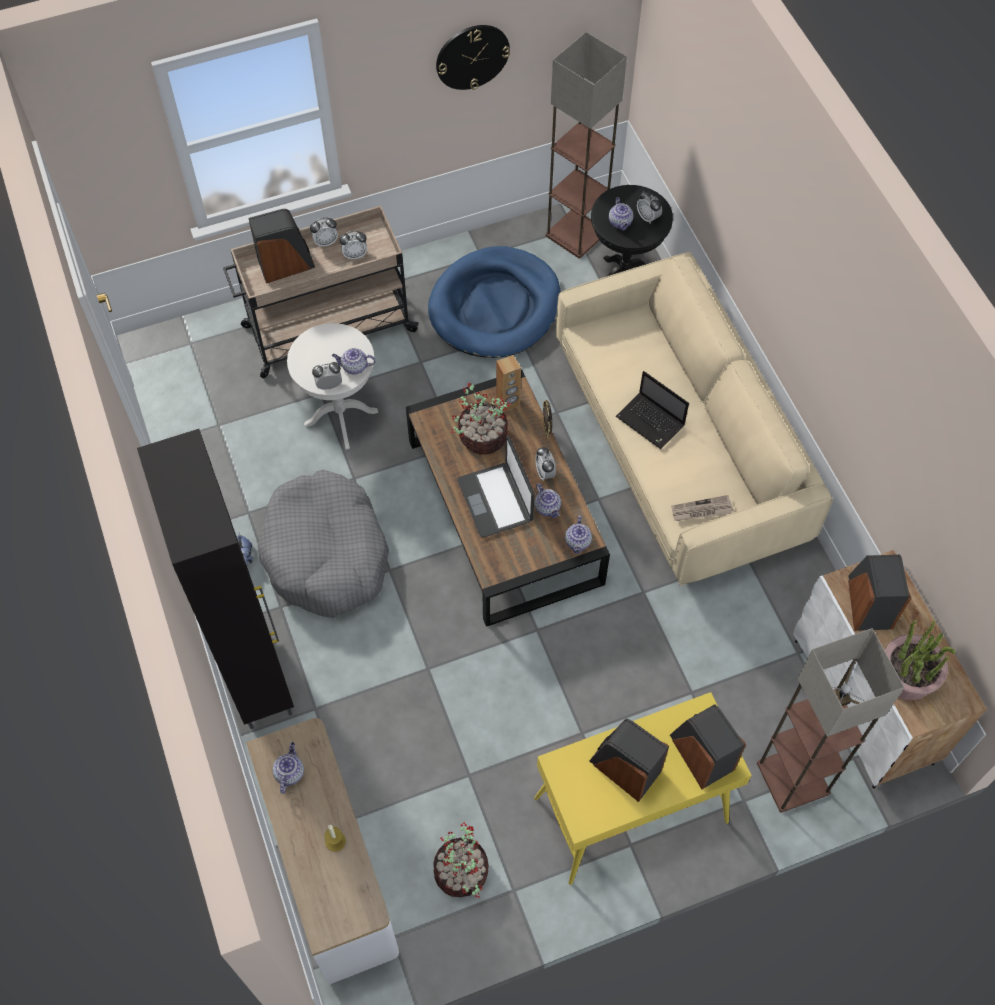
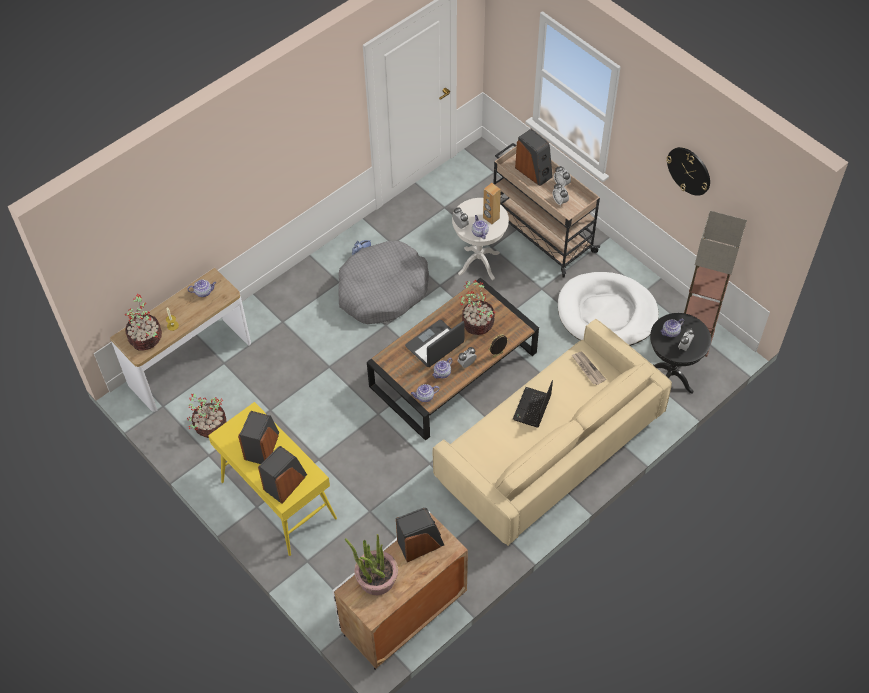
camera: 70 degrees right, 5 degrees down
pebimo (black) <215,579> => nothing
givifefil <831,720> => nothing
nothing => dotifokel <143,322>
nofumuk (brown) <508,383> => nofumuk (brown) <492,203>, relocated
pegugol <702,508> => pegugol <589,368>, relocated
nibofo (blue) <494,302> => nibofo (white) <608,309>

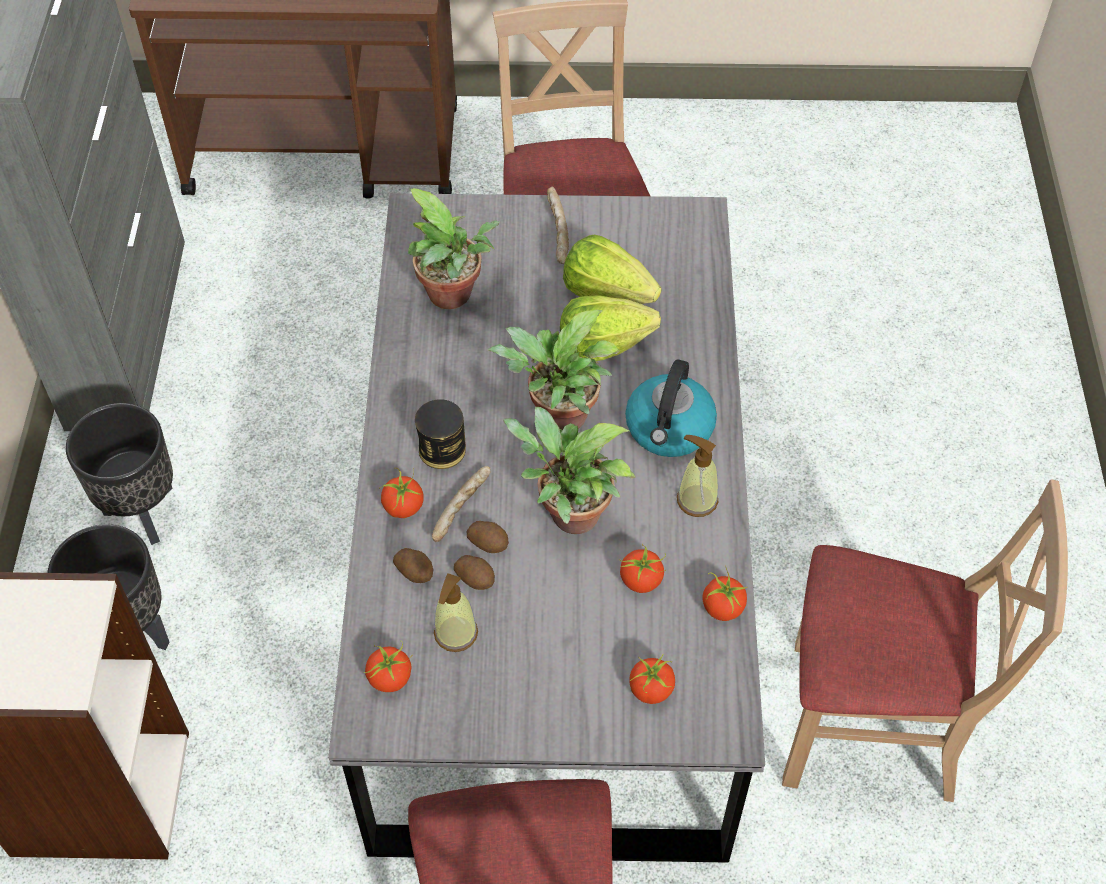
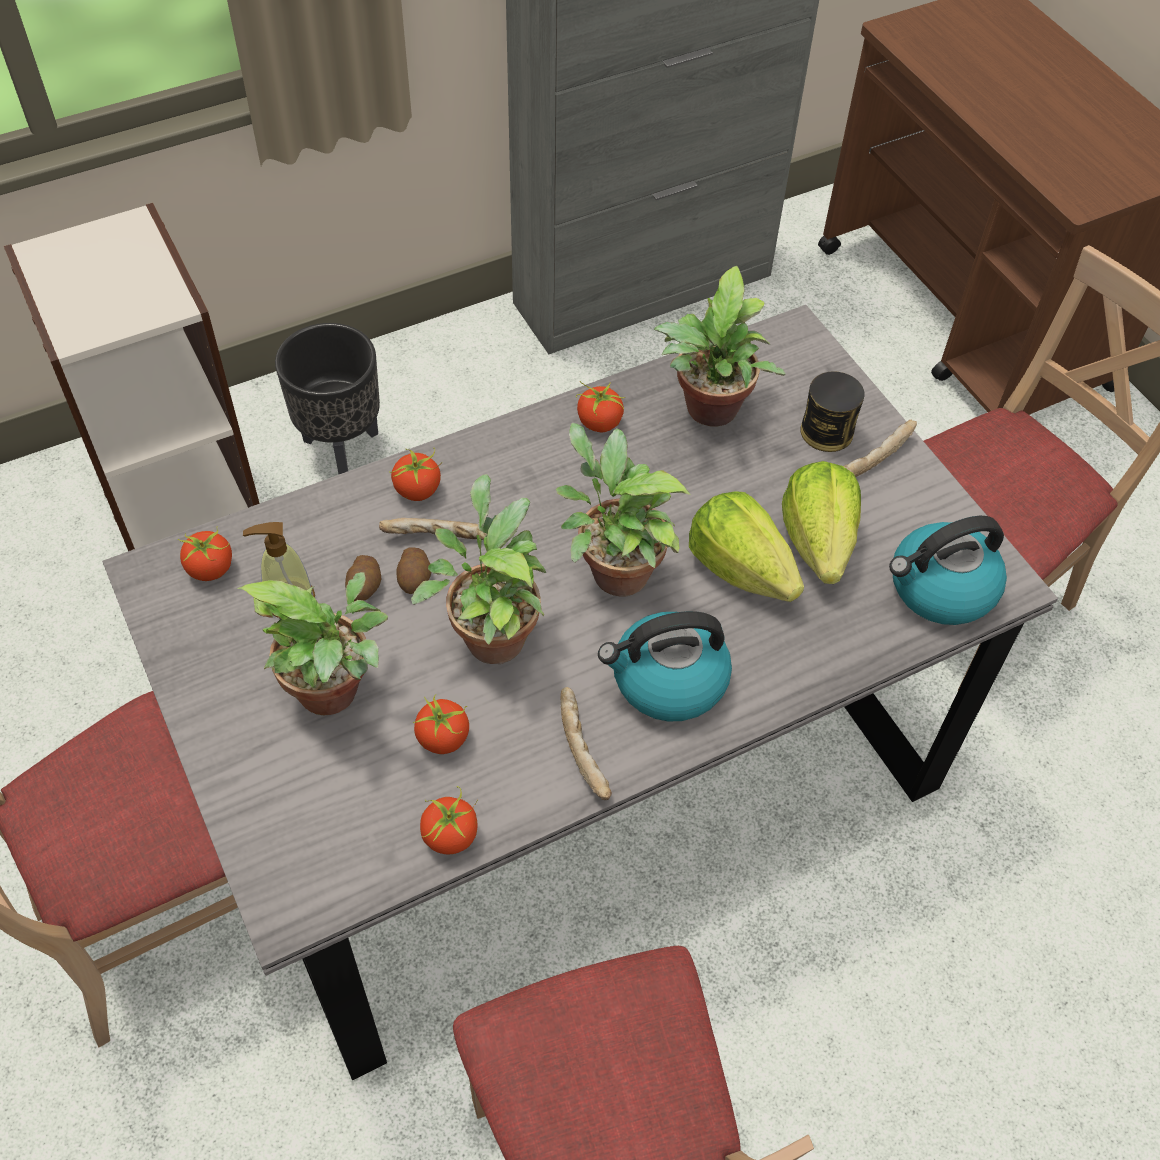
camera: 60 degrees right, 0 degrees up
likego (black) <119,474> => nothing
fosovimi <413,565> => nothing
nothing => dotifokel <313,643>
nothing => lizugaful <948,570>
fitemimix <440,434> => fitemimix <832,411>, relocated
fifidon <652,679> => fifidon <600,407>, relocated
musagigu <697,476> => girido <586,743>

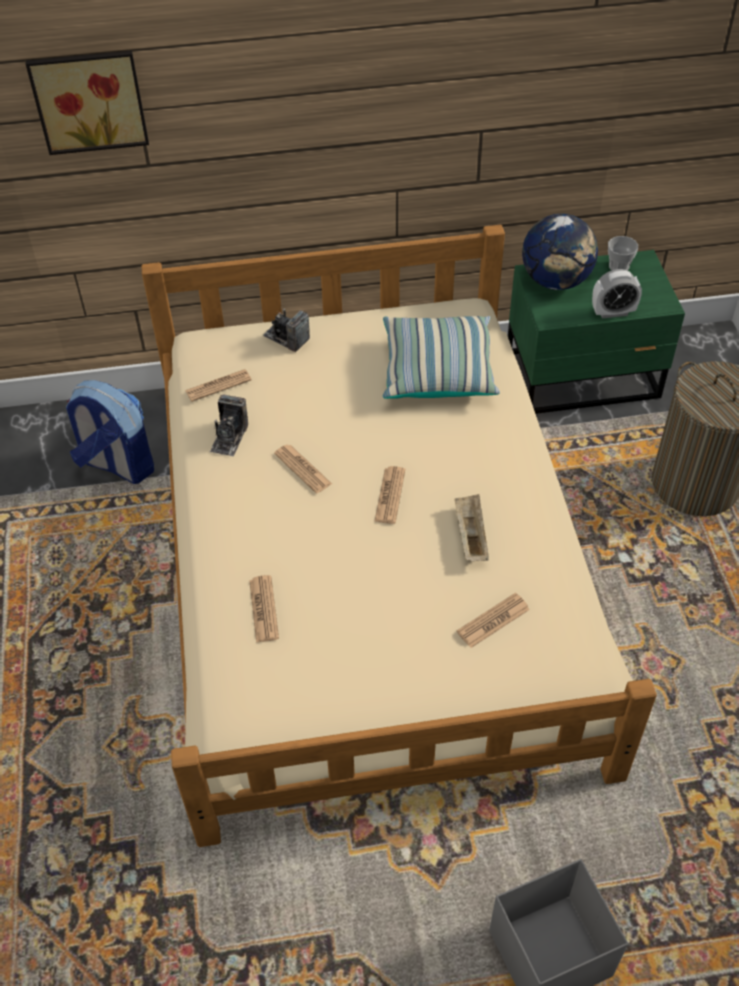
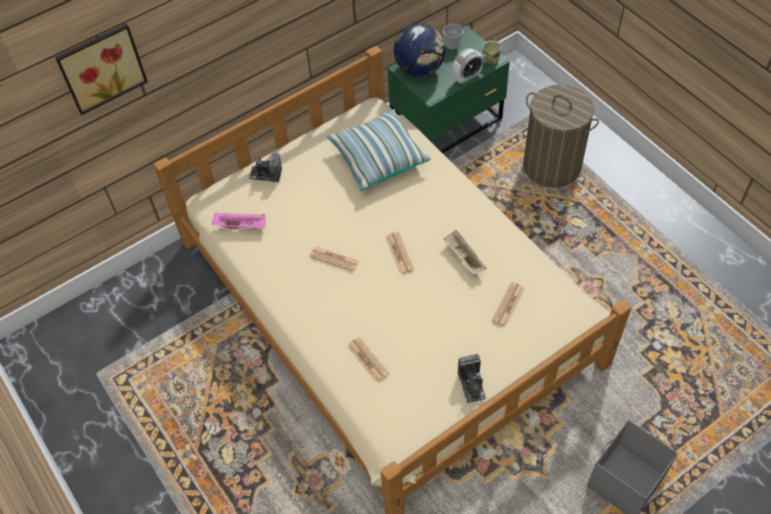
camera: 25 degrees left, 5 degrees up
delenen <110,432> => nothing
nothing => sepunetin <492,52>
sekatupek <229,425> => sekatupek <472,379>, relocated
pegugol <218,385> => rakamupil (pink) <239,221>

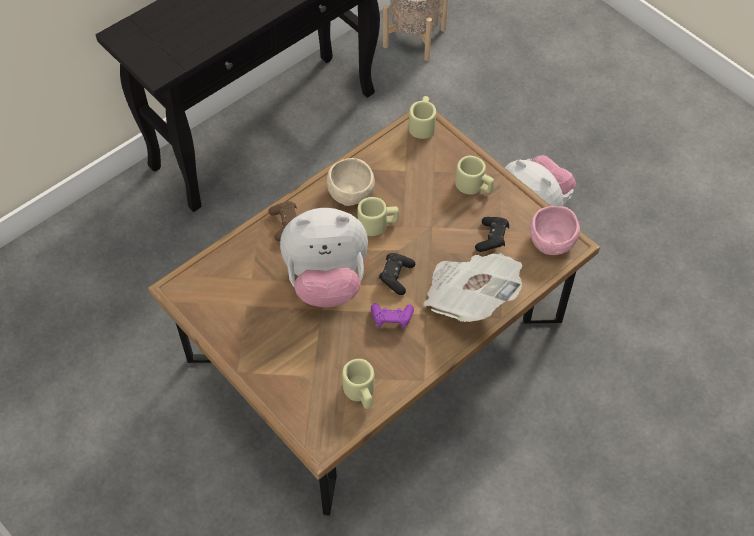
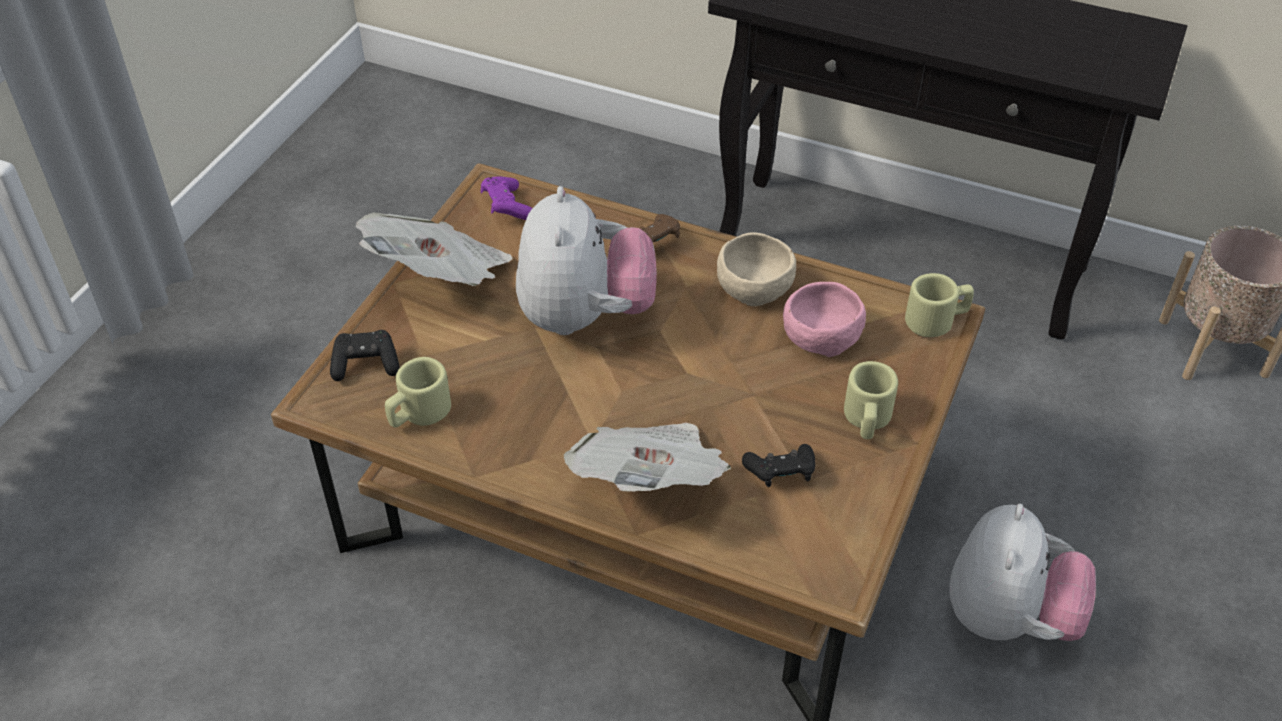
camera: 65 degrees right, 10 degrees down
sepunetin (beige) <378,216> => nothing
nothing => pegugol <434,249>
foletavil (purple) <392,316> => foletavil (purple) <507,198>, relocated
foletavil (black) <397,274> => foletavil (black) <365,355>, relocated
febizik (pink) <555,230> => febizik (pink) <824,319>, relocated
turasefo <324,257> => turasefo <586,260>, 150 degrees counterclockwise

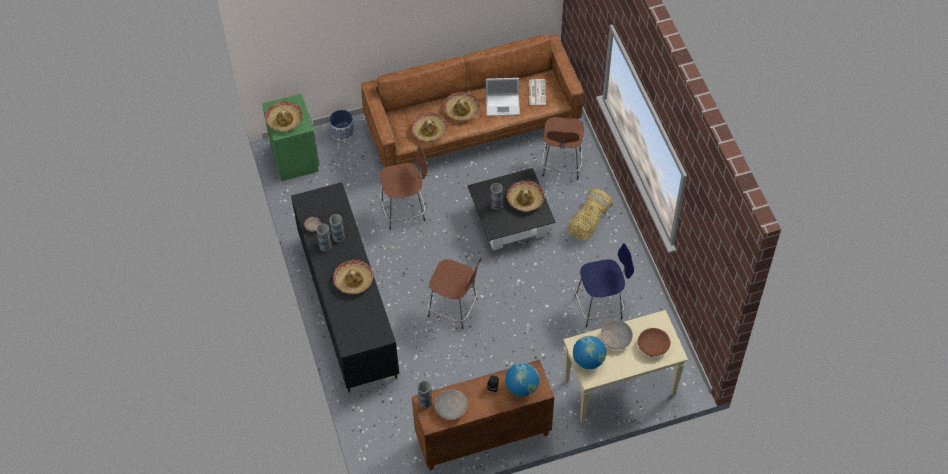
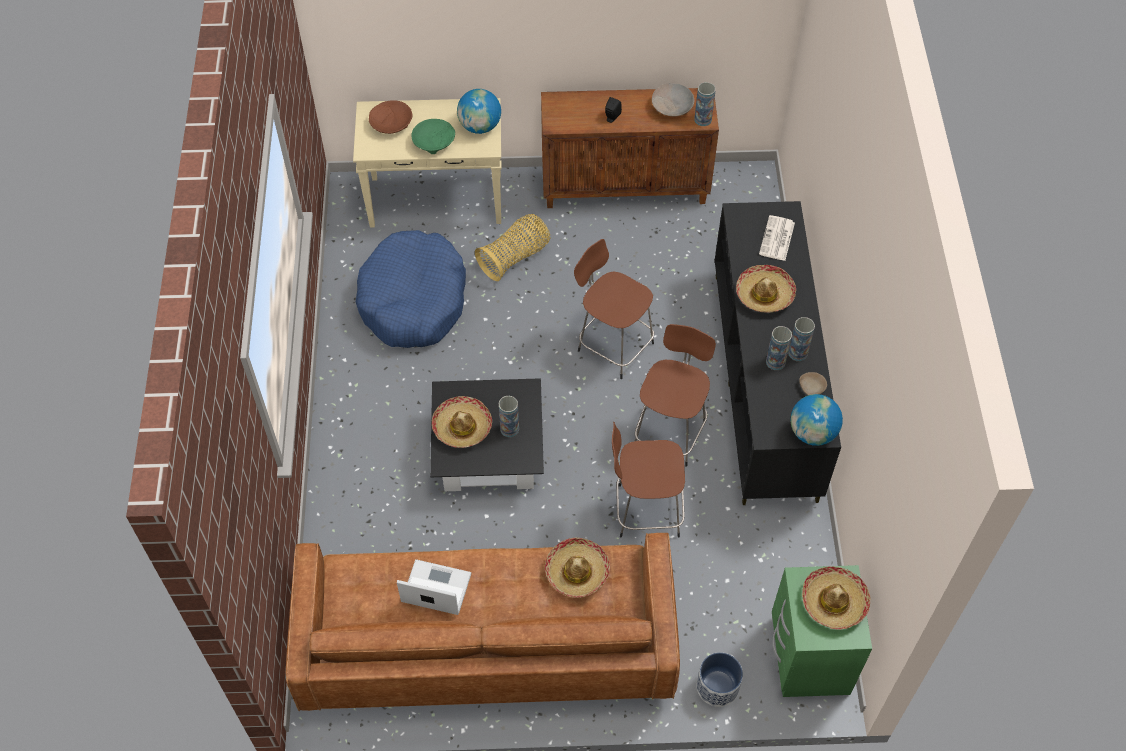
camera: 165 degrees left, 0 degrees up
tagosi <461,106> => nothing
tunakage <522,379> => tunakage <817,420>, relocated
pegugol <537,92> => pegugol <777,238>, relocated
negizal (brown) <563,148> => negizal (brown) <675,395>, relocated
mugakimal <590,215> => mugakimal <513,247>, relocated
negizal (blue) <604,285> => nibofo (blue) <411,289>
febizik (beige) <616,335> => febizik (green) <433,136>

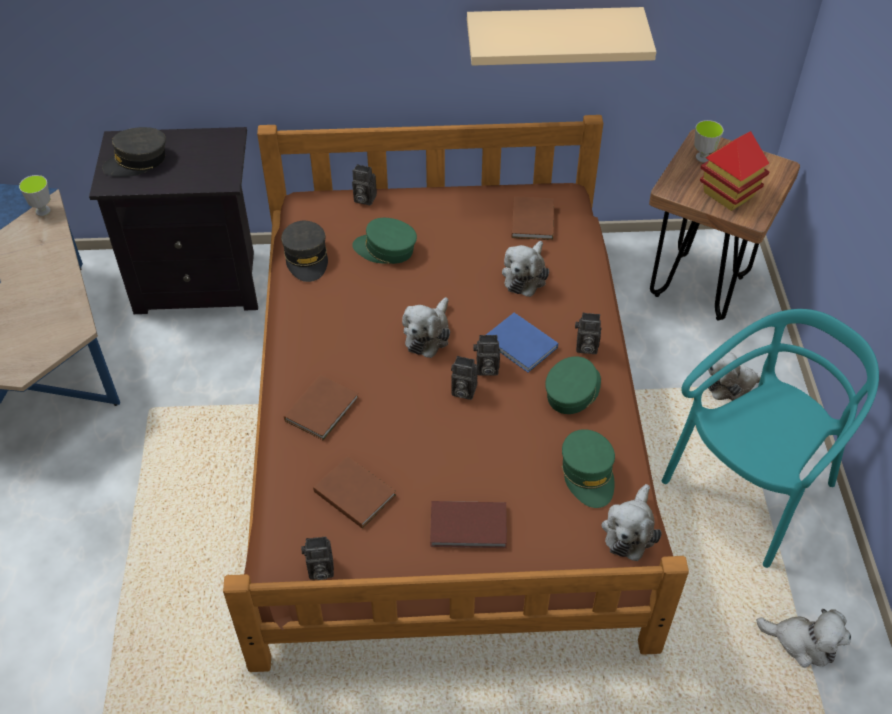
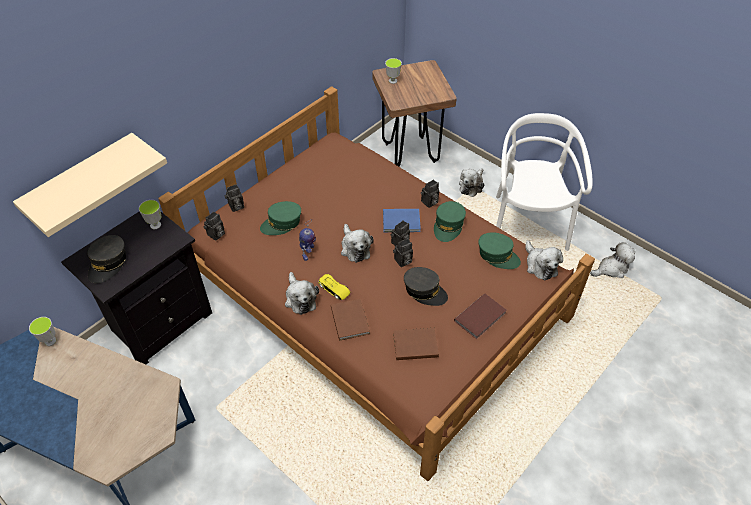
camera: 45 degrees left, 0 degrees up
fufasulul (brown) <533,218> => nothing
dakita <735,171> => nothing
nothing => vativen <150,214>
nothing => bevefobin <307,240>
nothing => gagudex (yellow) <334,287>
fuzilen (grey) <304,251> => fuzilen (grey) <426,286>, relocated
sekatupek <317,558> => sekatupek <214,226>, relocated
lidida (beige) <561,36> => lidida (beige) <90,185>, relocated
turasefo <525,269> => turasefo <302,293>, relocated
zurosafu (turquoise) <770,438> => zurosafu (white) <544,182>
fuzilen (green) <573,385> => fuzilen (green) <450,221>, 150 degrees counterclockwise

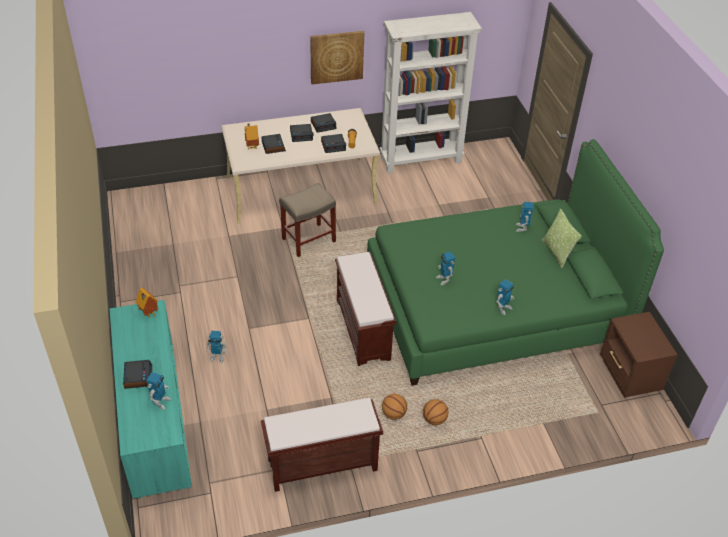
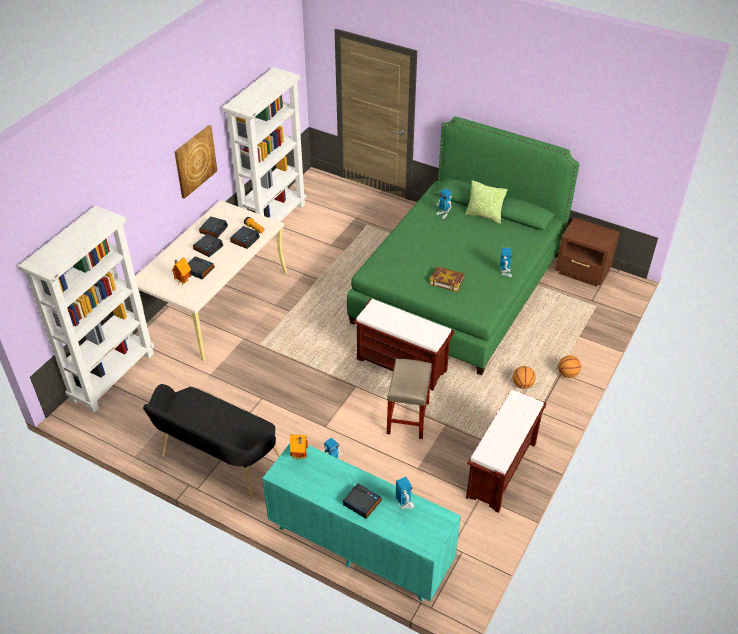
camera: 45 degrees left, 0 degrees up
nothing => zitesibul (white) <86,309>
nothing => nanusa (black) <212,442>
negizal (beige) <307,220> => negizal (beige) <409,399>, relocated
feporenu <394,407> => feporenu <569,366>, relocated
bevefobin <445,268> => fufasulul <447,279>

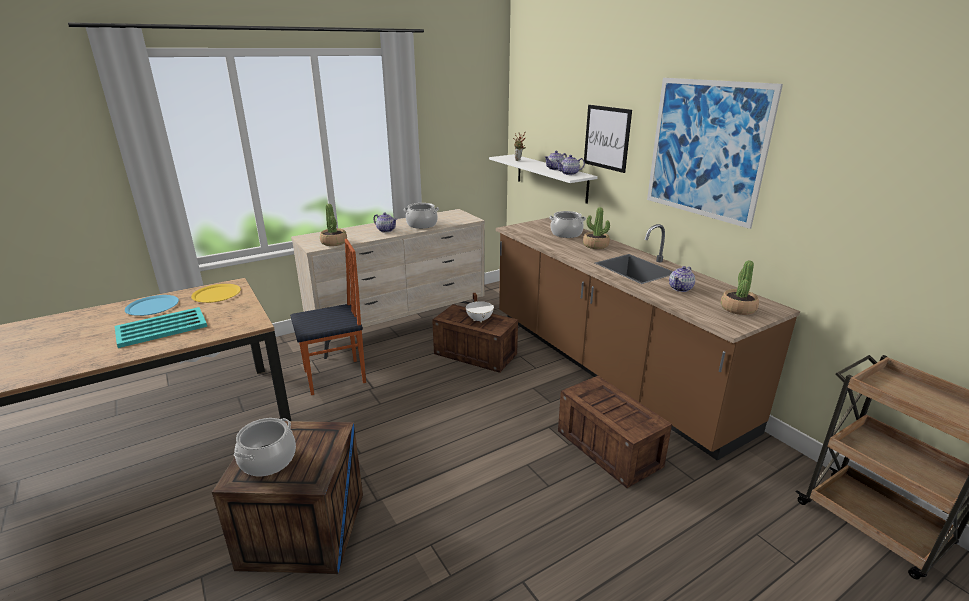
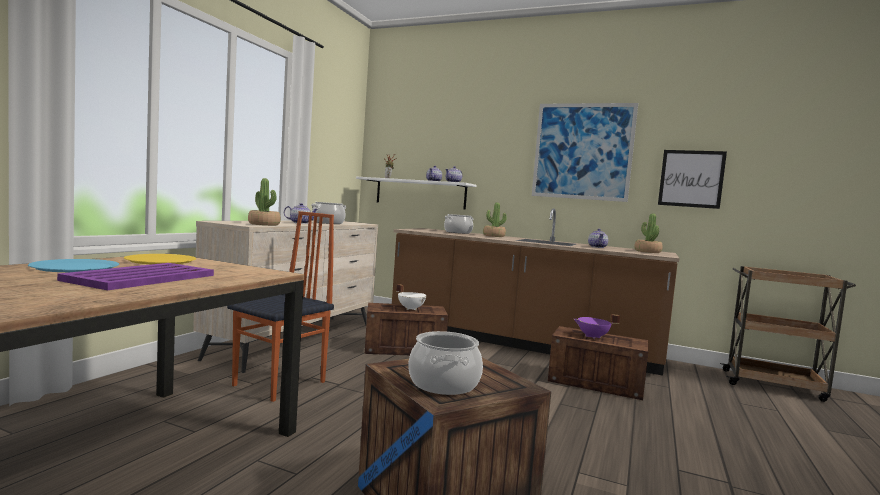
camera: 35 degrees left, 20 degrees down
nothing => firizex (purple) <597,326>
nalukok <608,139> => nalukok <692,179>, relocated
rakamupil (turquoise) <161,327> => rakamupil (purple) <135,276>

